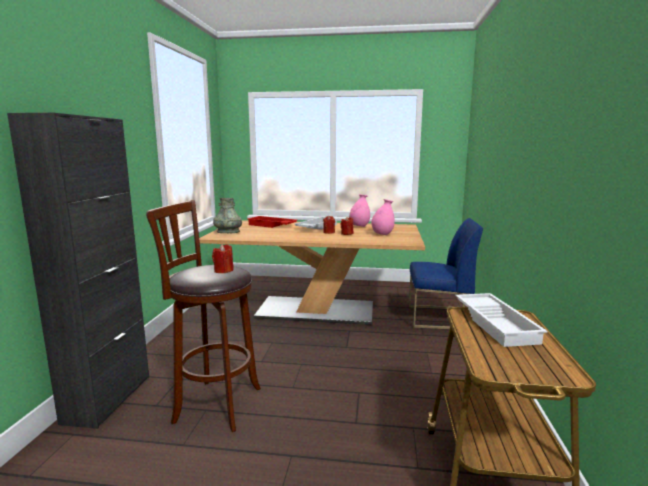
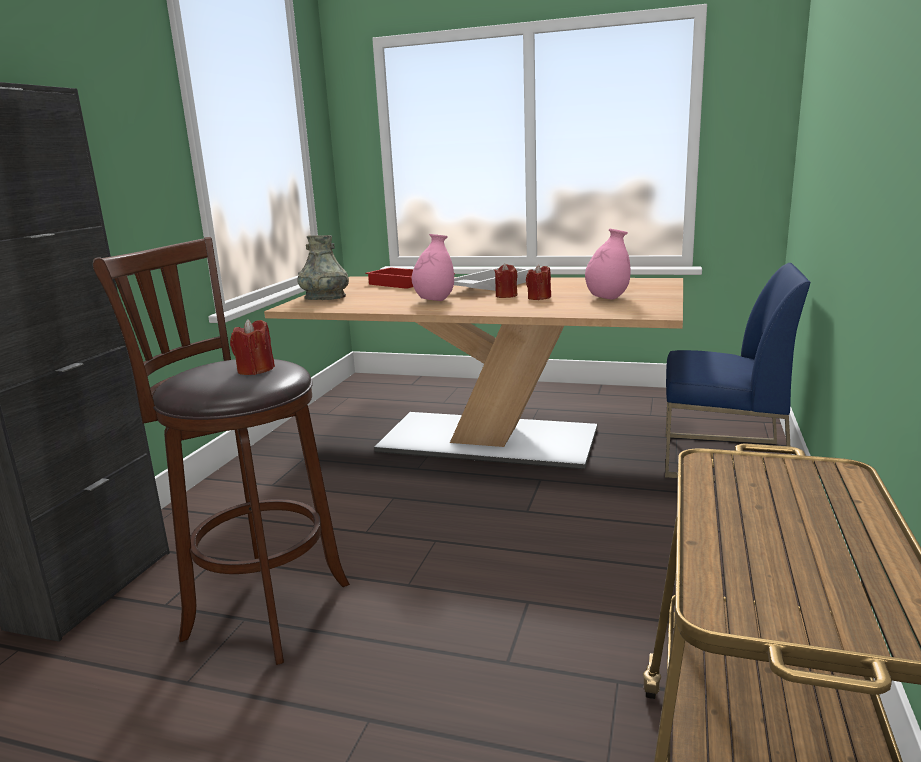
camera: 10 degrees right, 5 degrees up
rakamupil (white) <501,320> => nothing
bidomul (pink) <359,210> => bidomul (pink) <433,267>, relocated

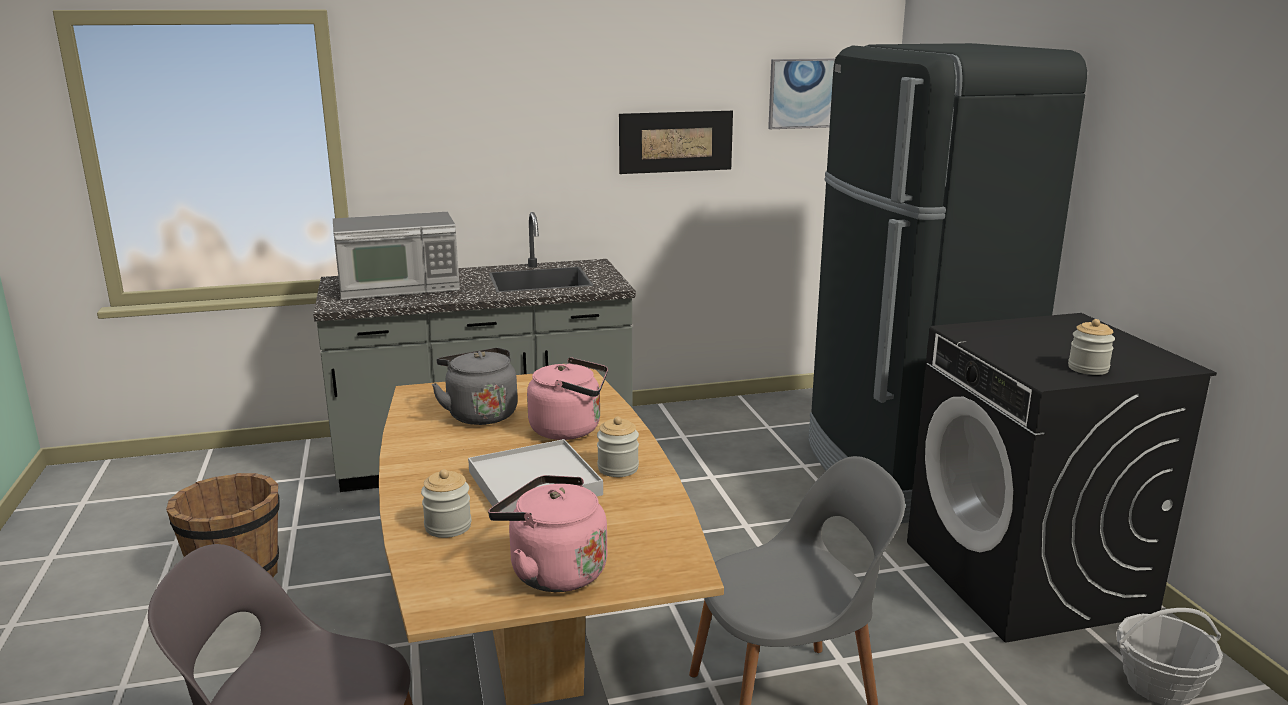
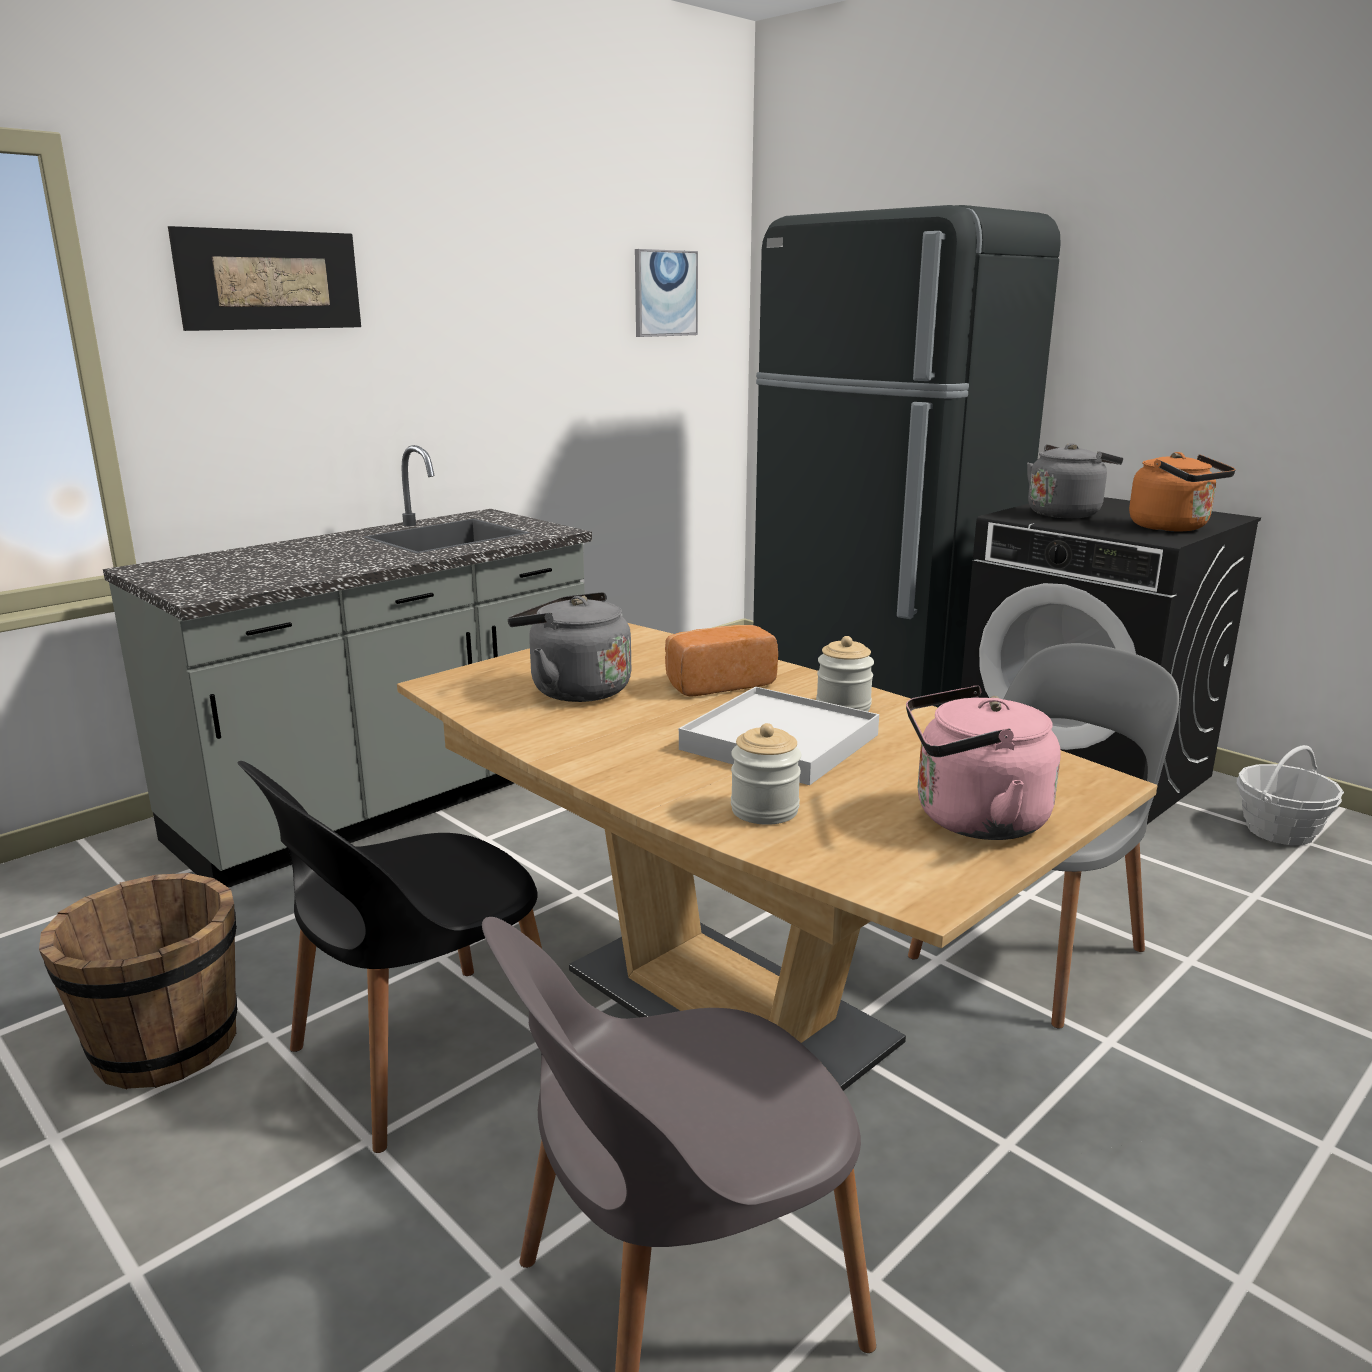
camera: 30 degrees left, 0 degrees up
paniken <396,256> => nothing
nothing => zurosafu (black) <389,957>
nothing => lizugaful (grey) <1075,480>
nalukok <676,142> => nalukok <264,278>, relocated
lizugaful (pink) <567,398> => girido <721,661>
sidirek <1091,347> => lizugaful (orange) <1182,492>

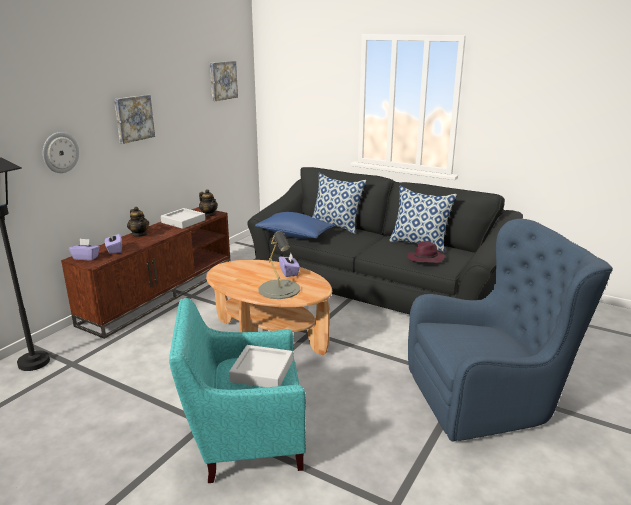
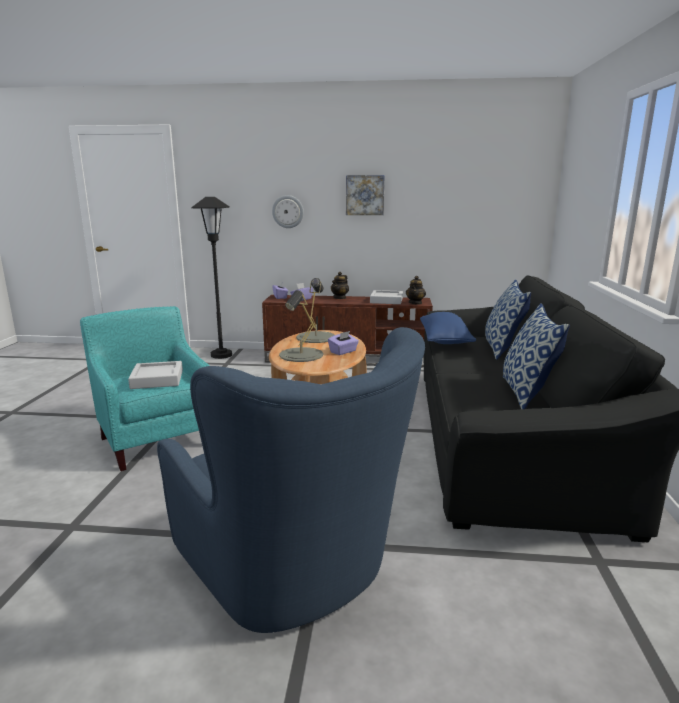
camera: 65 degrees right, 5 degrees down
nalukok <224,81> => nothing
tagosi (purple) <426,252> => nothing
nothing => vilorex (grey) <315,310>

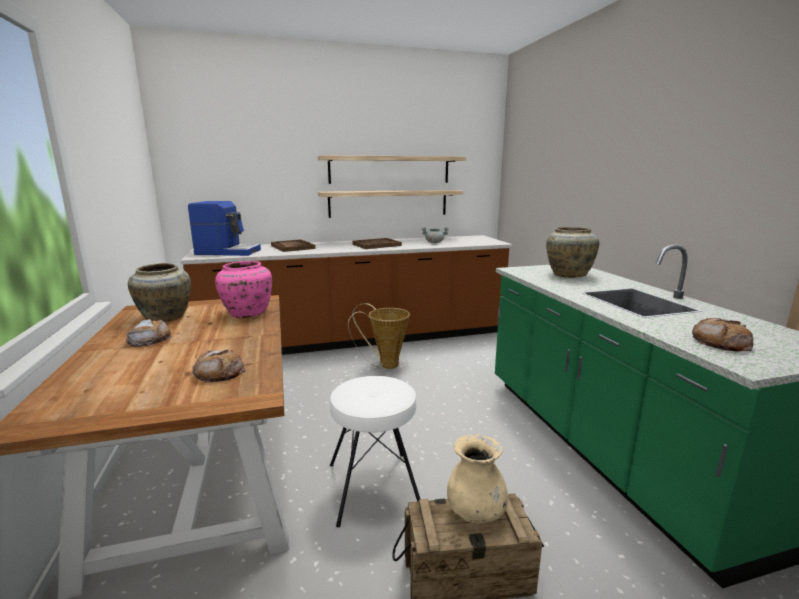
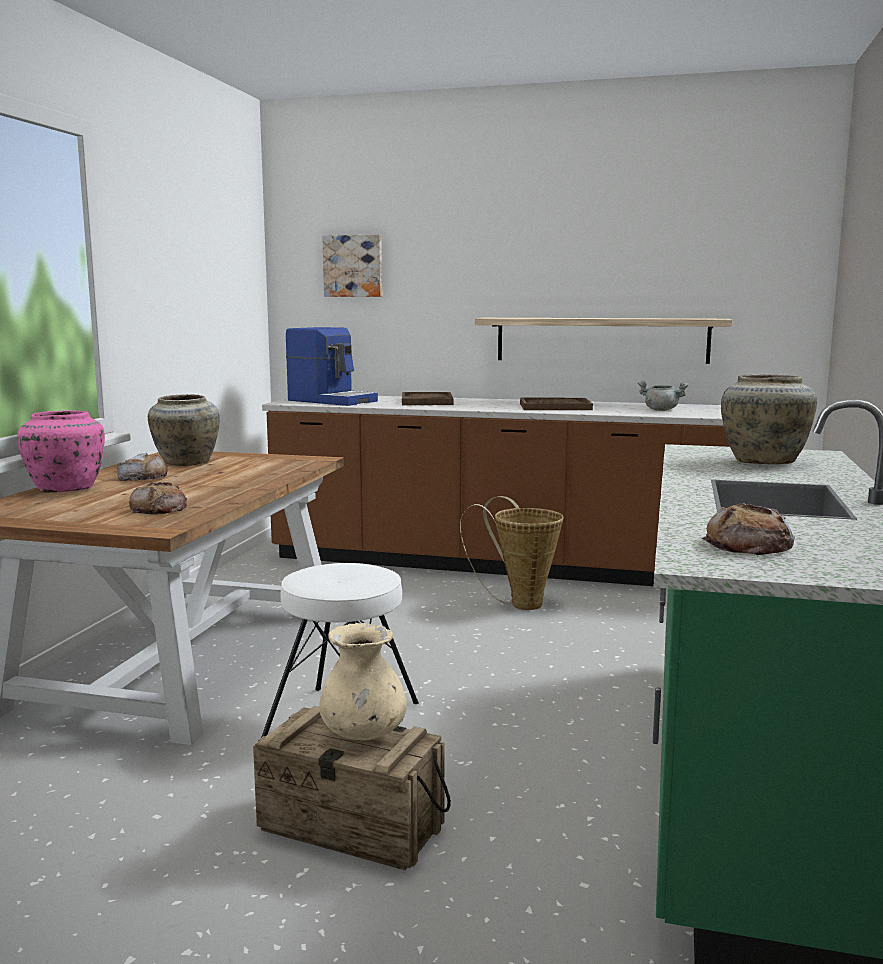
camera: 30 degrees right, 5 degrees down
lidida <391,169> => nothing
nothing => nalukok <352,265>
bidomul (pink) <243,289> => bidomul (pink) <61,451>, relocated

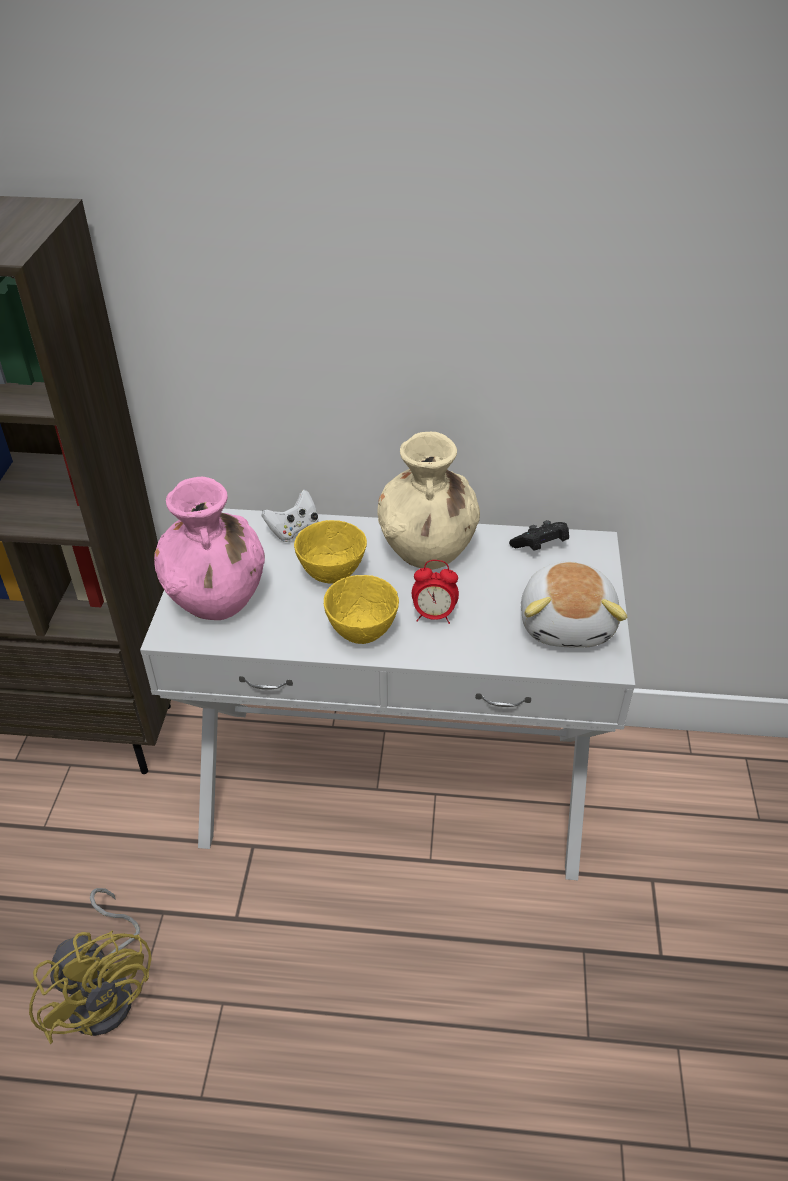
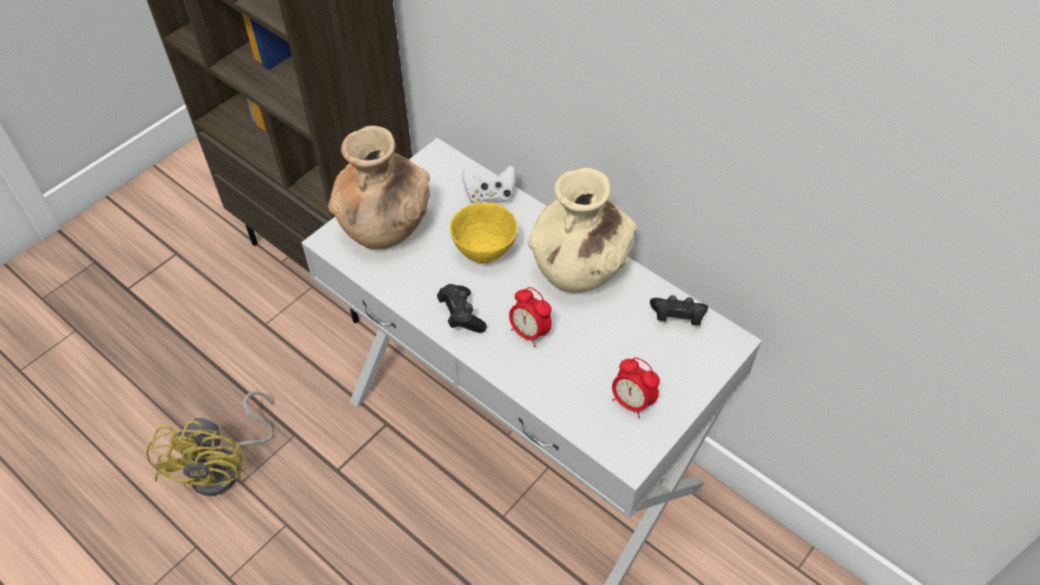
camera: 35 degrees right, 10 degrees up
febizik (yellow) <361,609> => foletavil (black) <462,308>
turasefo <574,604> => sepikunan <636,388>
bidomul (pink) <209,548> => bidomul (brown) <379,188>

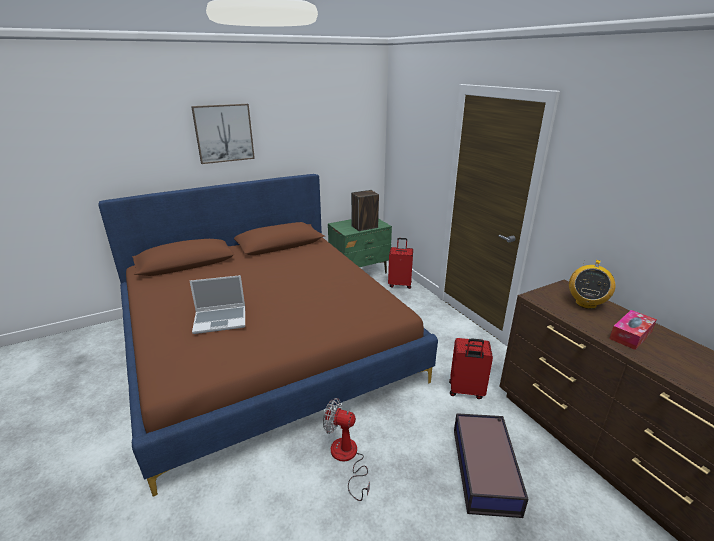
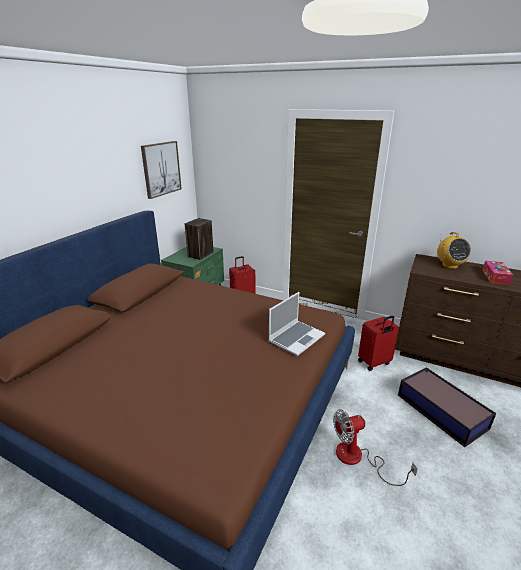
camera: 35 degrees left, 0 degrees up
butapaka <217,304> => butapaka <296,324>, relocated
nalukok <223,134> => nalukok <161,170>, relocated

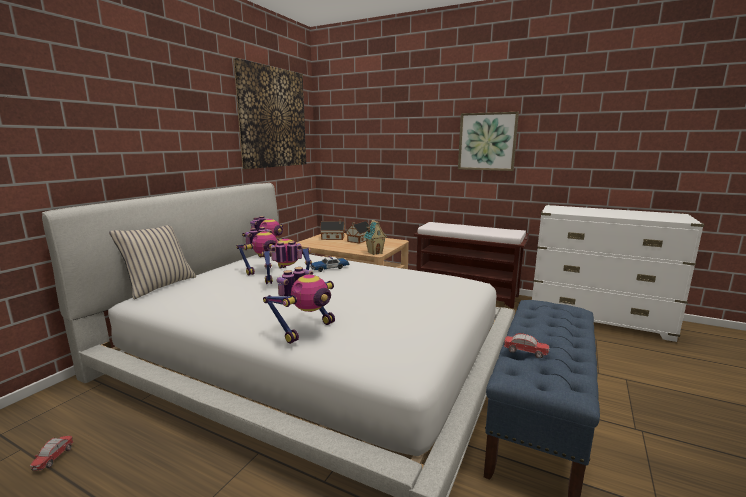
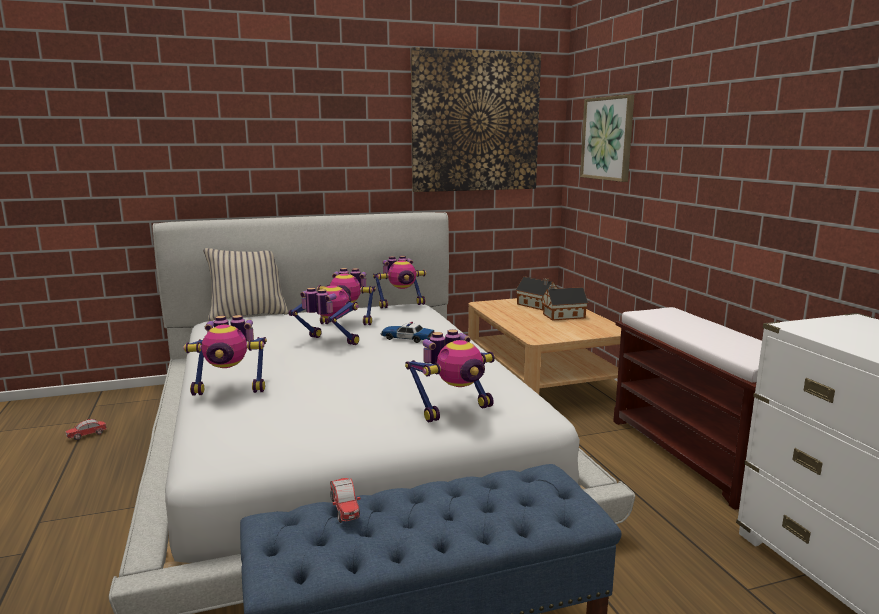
camera: 45 degrees right, 0 degrees up
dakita <375,237> => nothing
nothing => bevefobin <450,375>
nalukok <488,141> => nalukok <607,138>, relocated

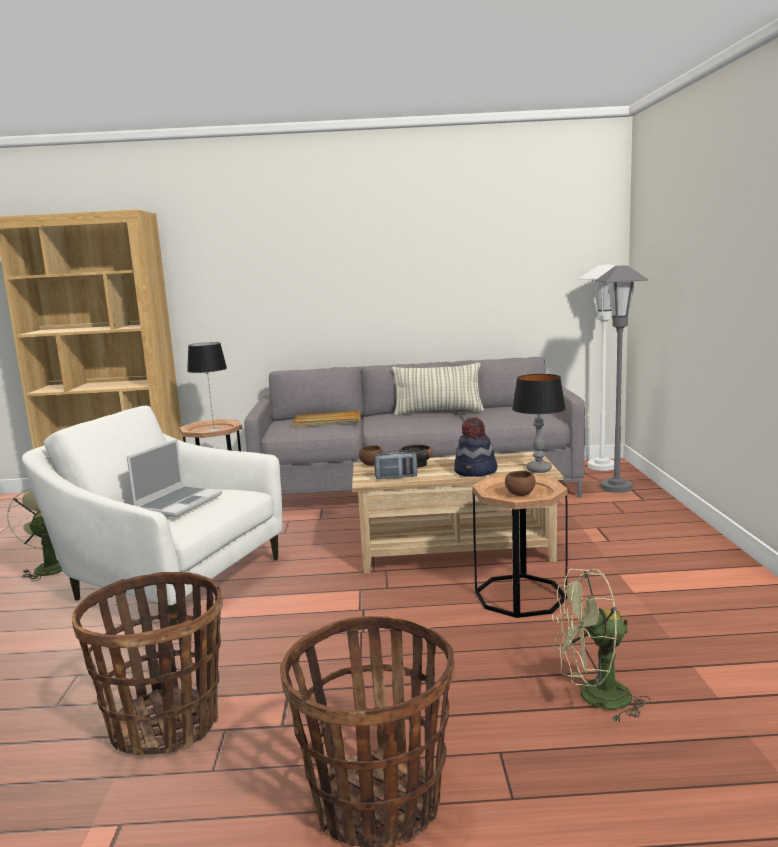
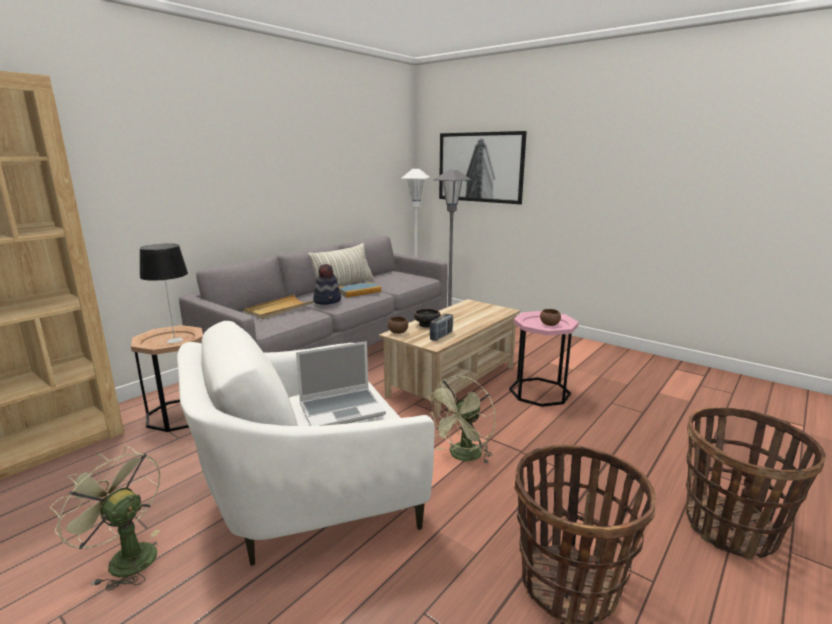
camera: 50 degrees left, 5 degrees up
vilorex <539,423> => nothing
nothing => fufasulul <360,289>
nothing => nalukok <483,167>
tagosi <475,447> => tagosi <327,284>, relocated
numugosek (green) <601,645> => numugosek (green) <462,420>, relocated
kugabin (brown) <520,546> => kugabin (pink) <544,359>
butapaka <174,478> => butapaka <341,383>, 90 degrees clockwise

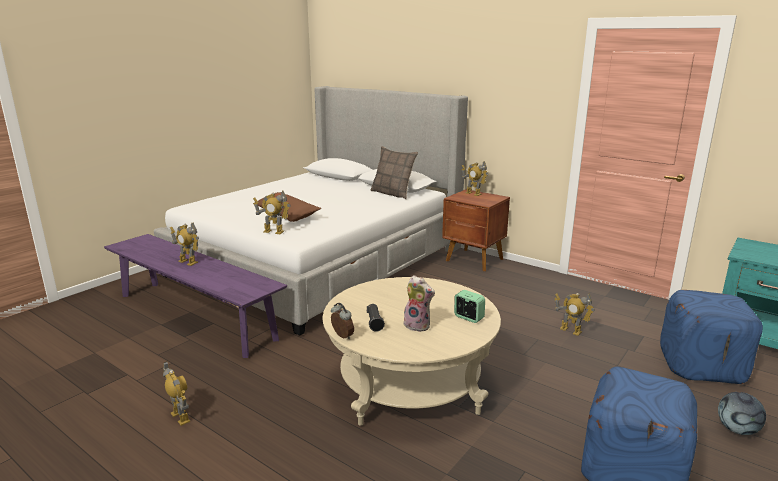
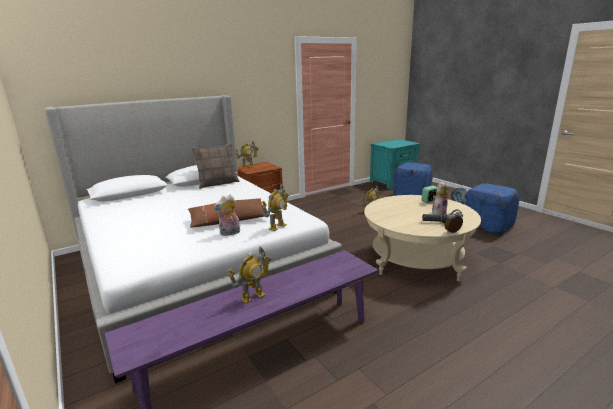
camera: 70 degrees left, 0 degrees up
bevefobin <176,393> => nothing
nothing => turasefo <226,215>

